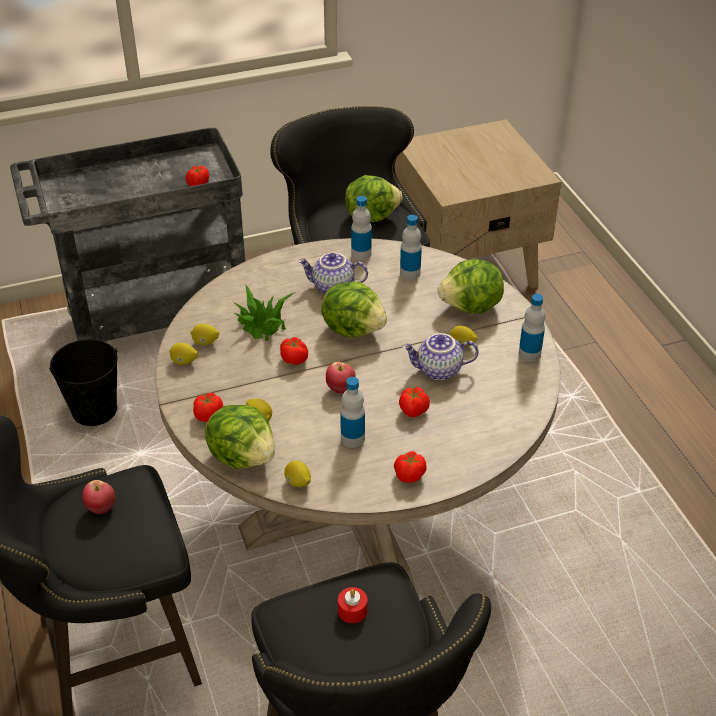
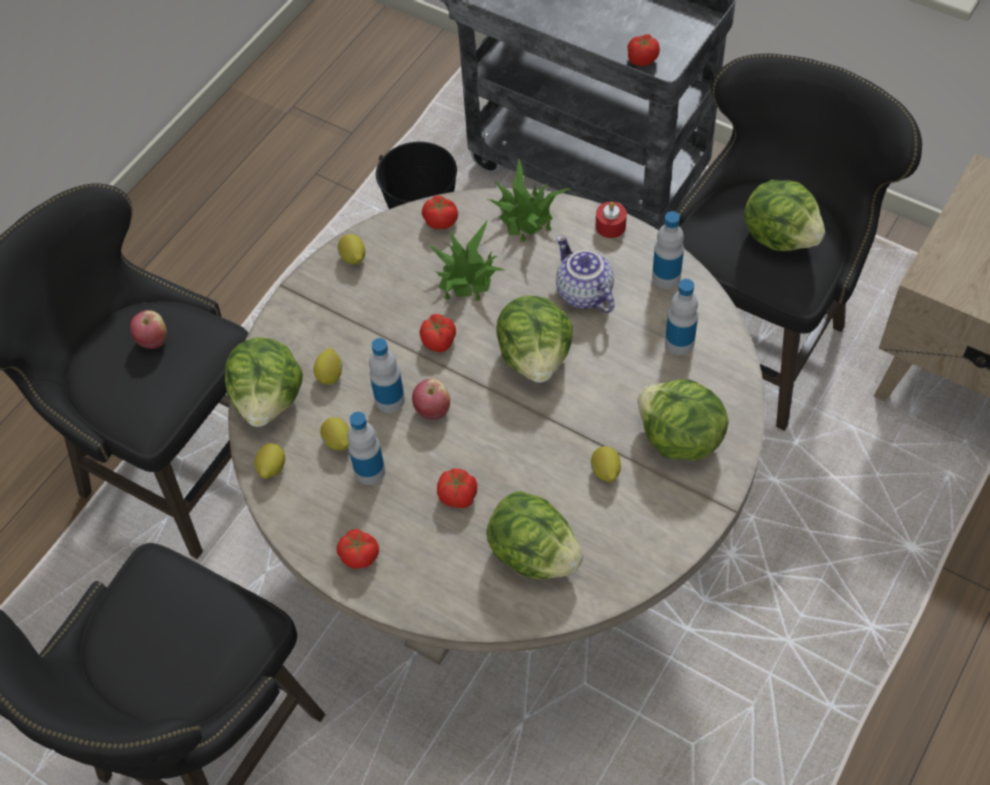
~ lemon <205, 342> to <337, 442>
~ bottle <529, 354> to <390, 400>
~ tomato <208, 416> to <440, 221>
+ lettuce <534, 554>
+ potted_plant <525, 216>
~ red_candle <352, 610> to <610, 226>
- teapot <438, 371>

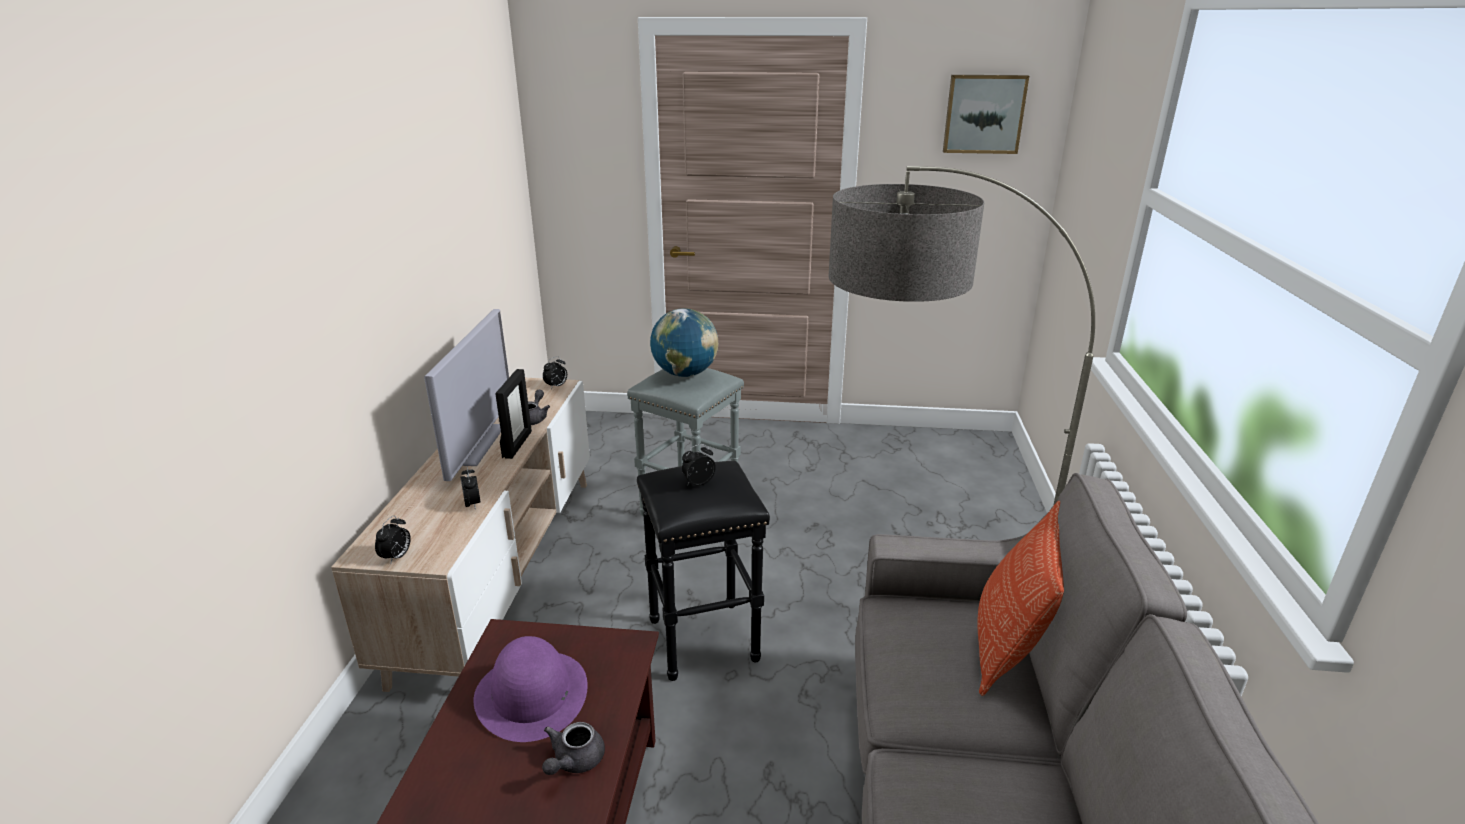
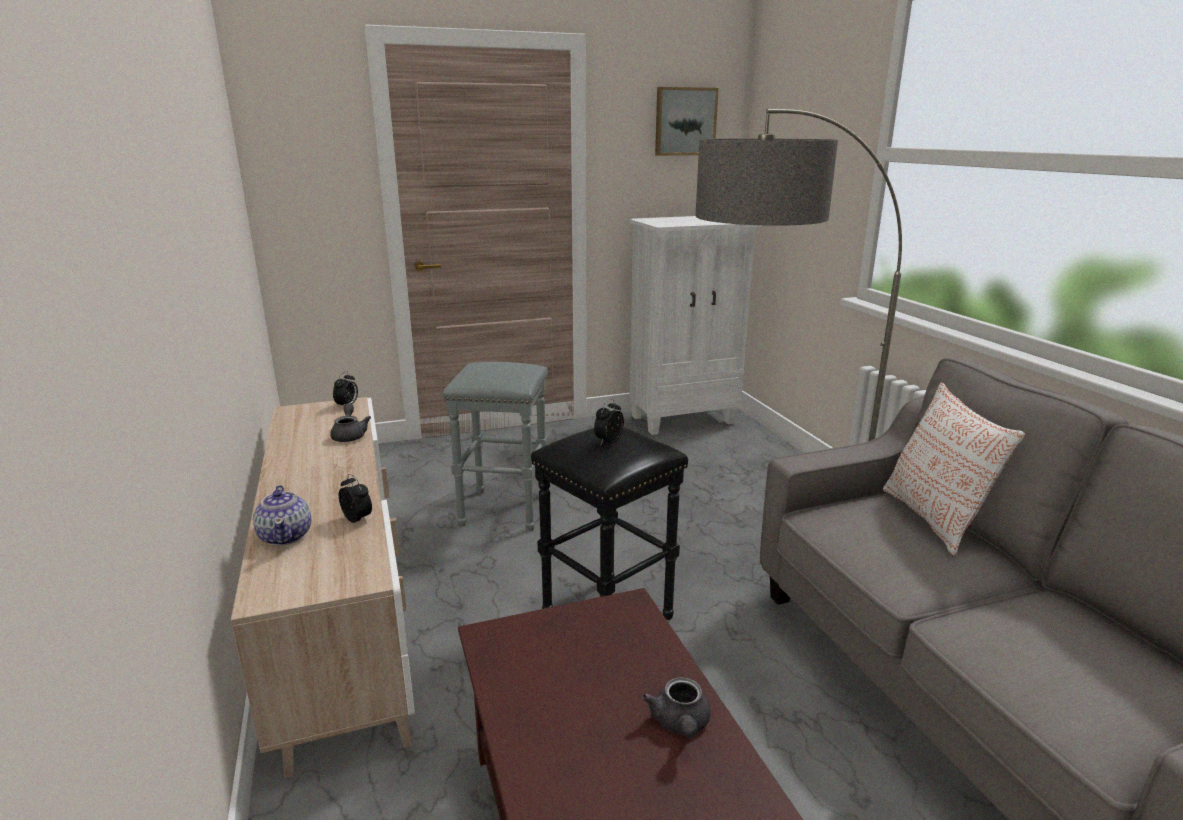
+ teapot <286, 536>
+ white_cabinet <683, 421>
~ orange_pillow <1007, 649> to white_pillow <933, 520>
- alarm_clock <397, 557>
- television <477, 444>
- purple_hat <532, 694>
- picture_frame <517, 444>
- globe <685, 374>

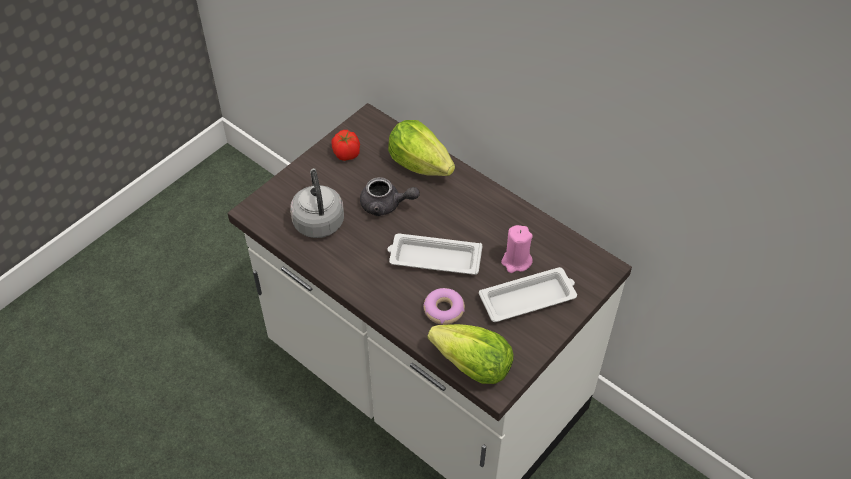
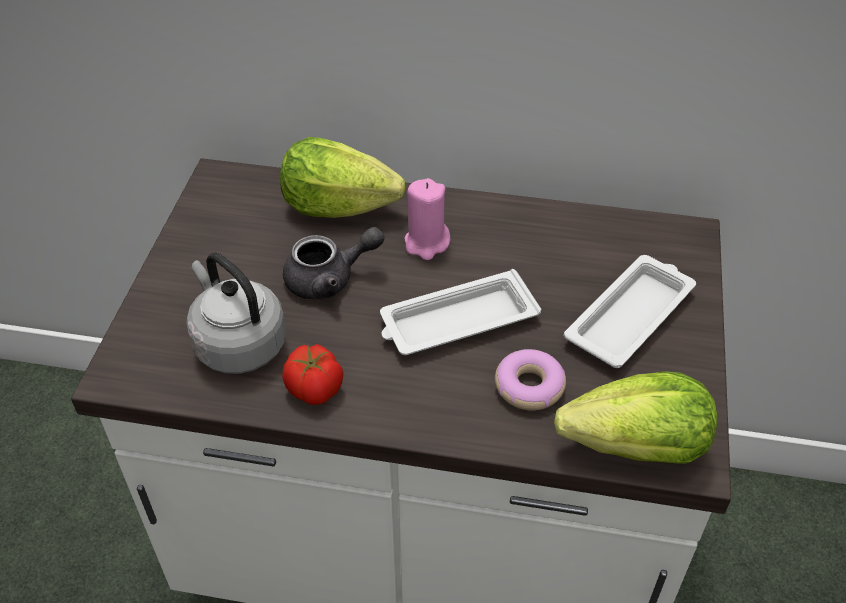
~ tomato <346, 154> to <314, 390>
~ pink_candle <516, 261> to <426, 243>

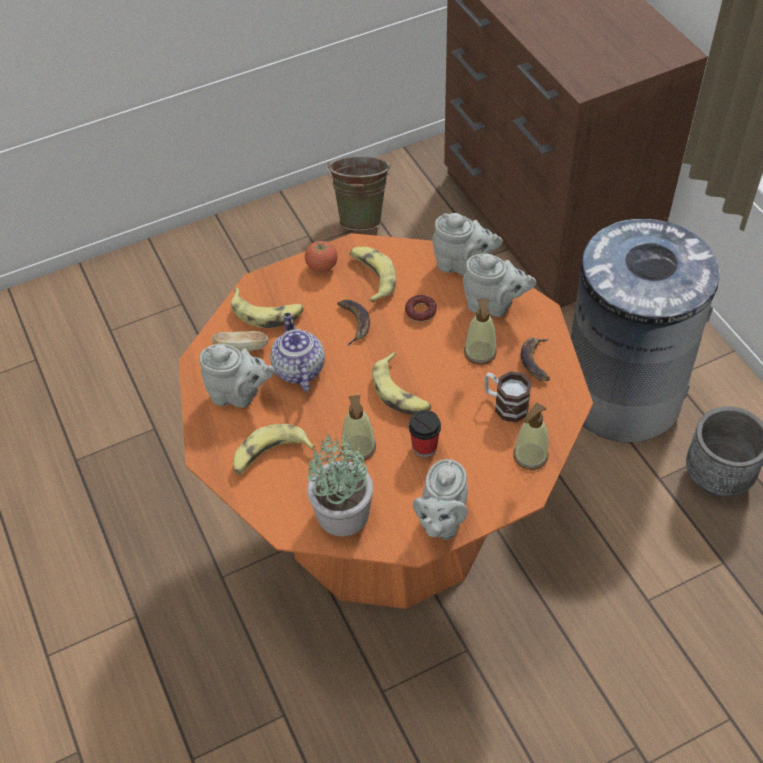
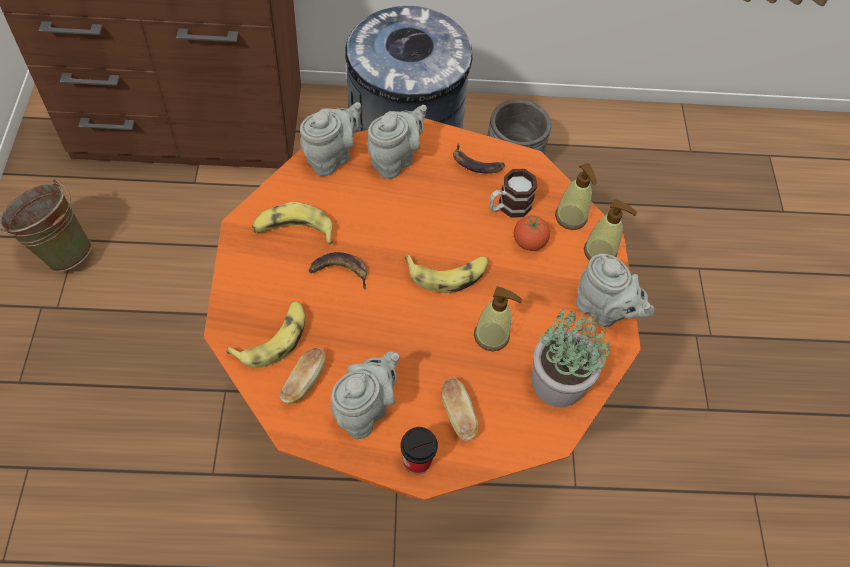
~ cup <424, 446> to <417, 461>
~ banana <270, 455> to bread <458, 414>
~ tomato <322, 266> to <529, 242>
~ soap_dispenser <480, 353> to <600, 252>
- teapot <298, 368>
- donut <421, 311>

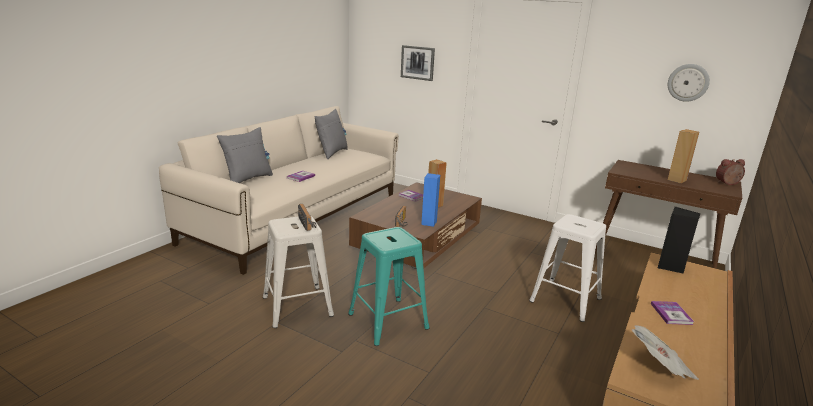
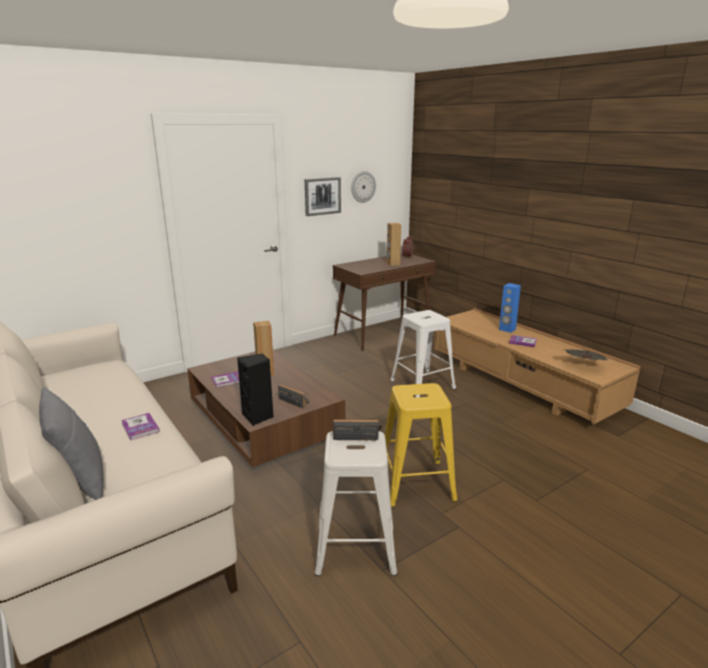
~ black_speaker <671, 267> to <258, 417>
~ picture <417, 62> to <322, 196>
~ turquoise_stool <388, 321> to yellow_stool <416, 483>
~ blue_speaker <428, 223> to <507, 329>
- grey_pillow <332, 153>

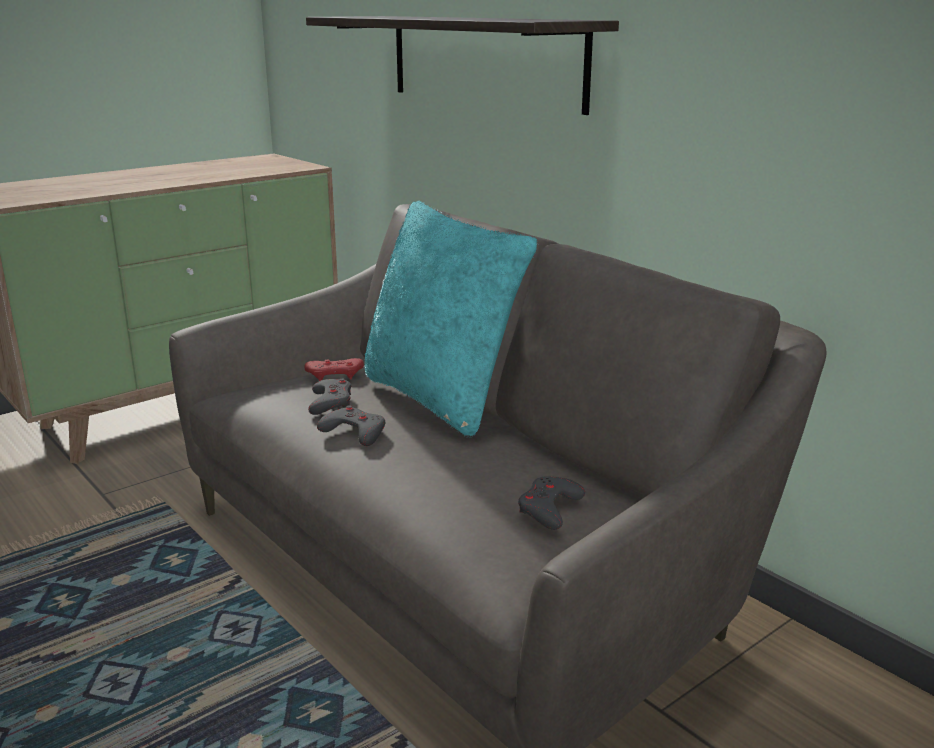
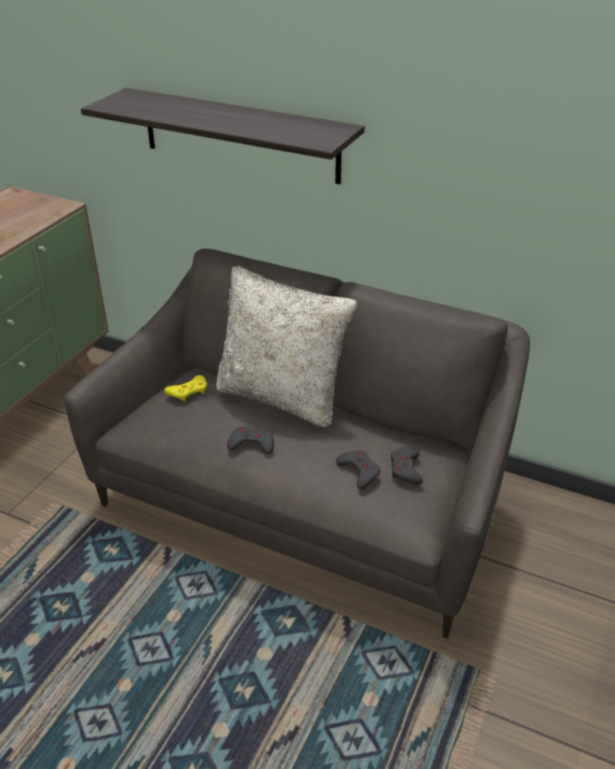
~ red_game_controller <335, 374> to yellow_game_controller <188, 391>
~ turquoise_pillow <440, 404> to beige_pillow <281, 401>
~ grey_game_controller <330, 402> to <359, 471>

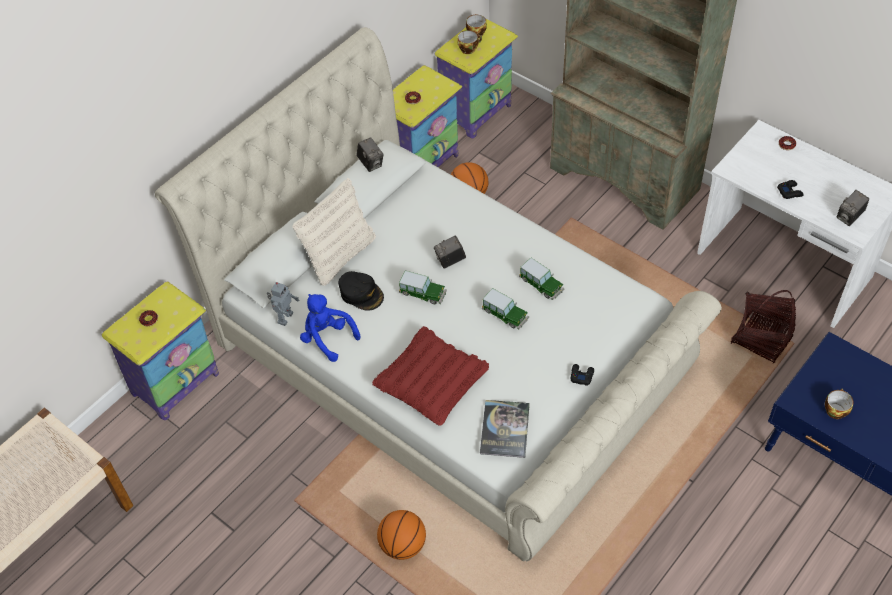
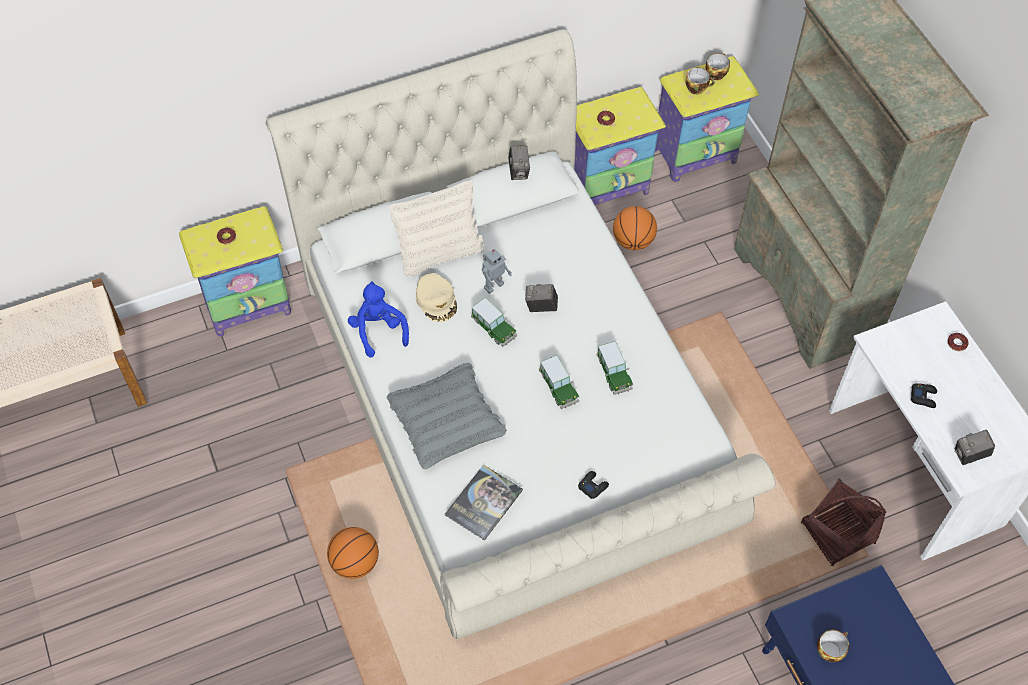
~ red_pillow <432, 382> to grey_pillow <447, 421>
~ black_cap <361, 293> to beige_cap <437, 300>
~ toy_robot <284, 317> to <493, 285>

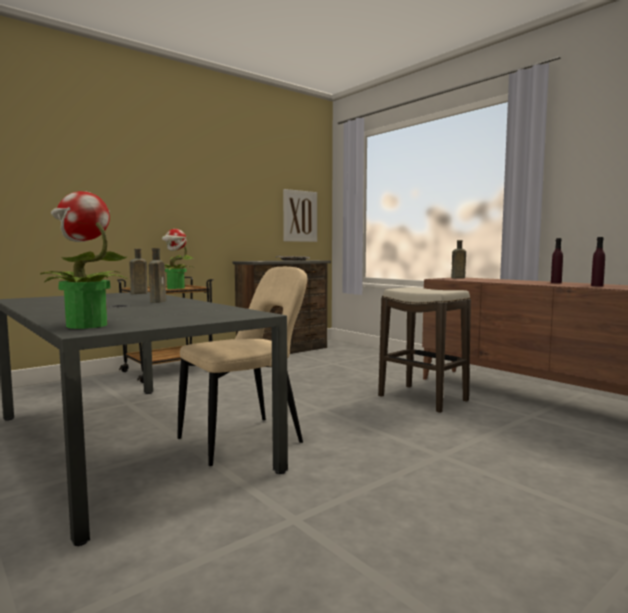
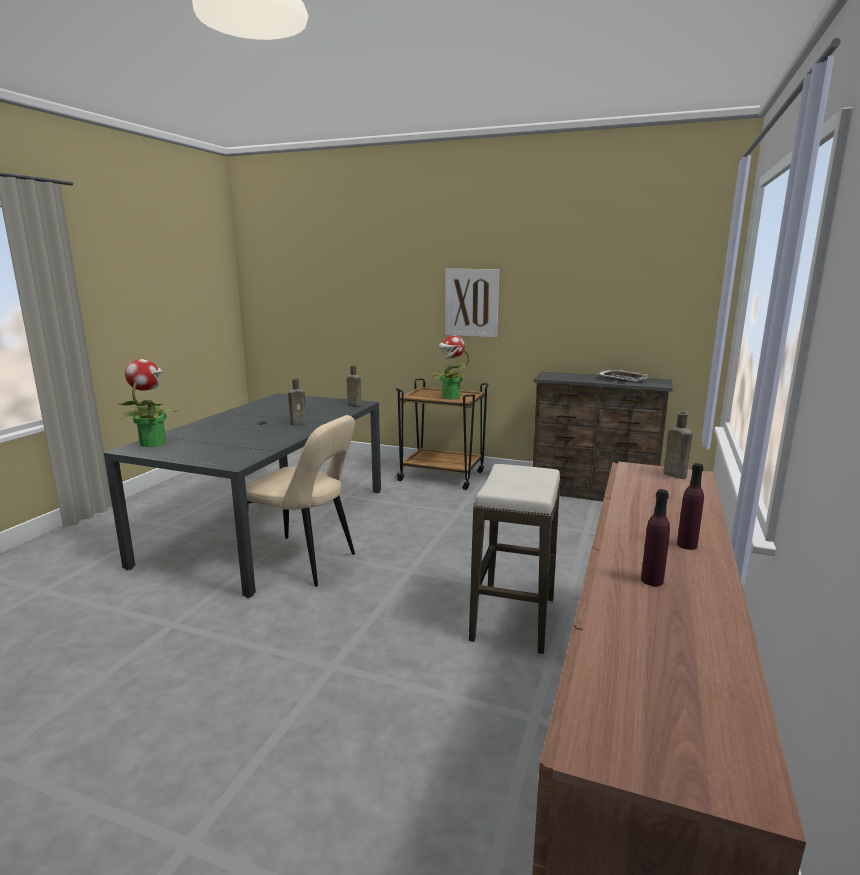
~ picture <300, 216> to <471, 303>

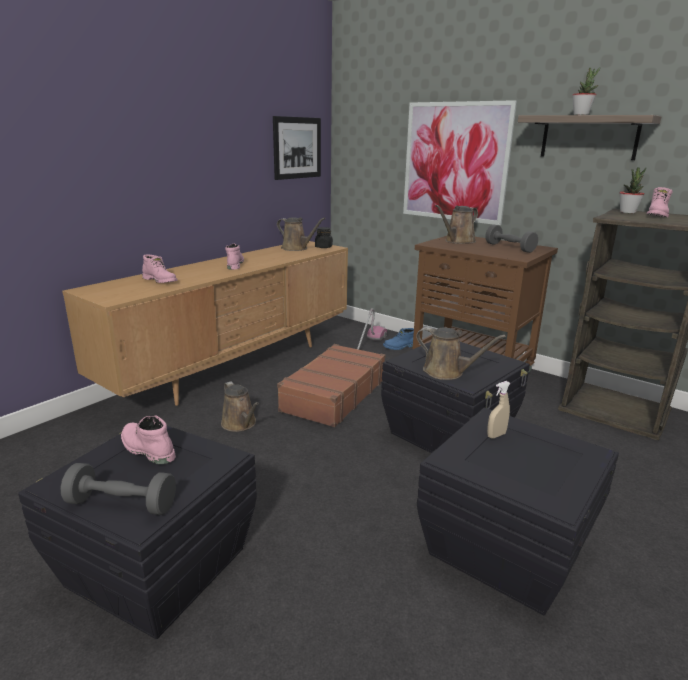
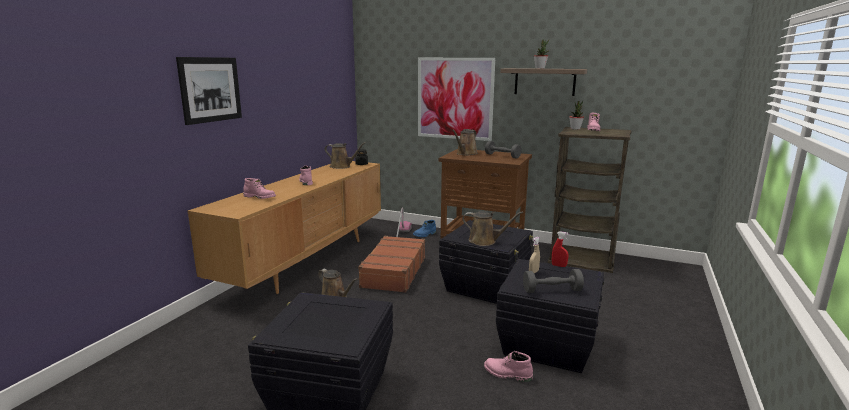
~ picture <297, 148> to <210, 89>
~ pink_boot <146, 449> to <507, 374>
~ grey_dumbbell <122, 504> to <552, 290>
+ red_spray_bottle <559, 266>

